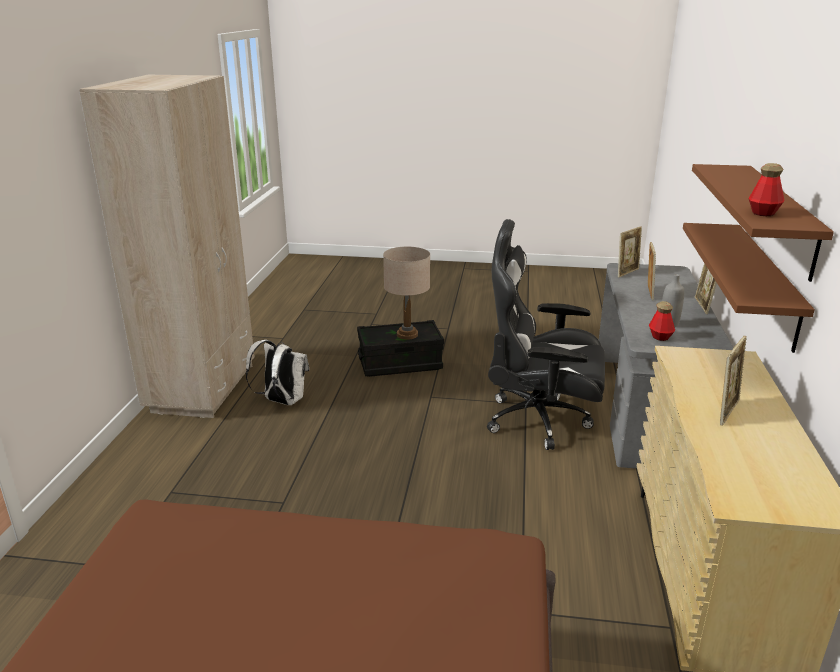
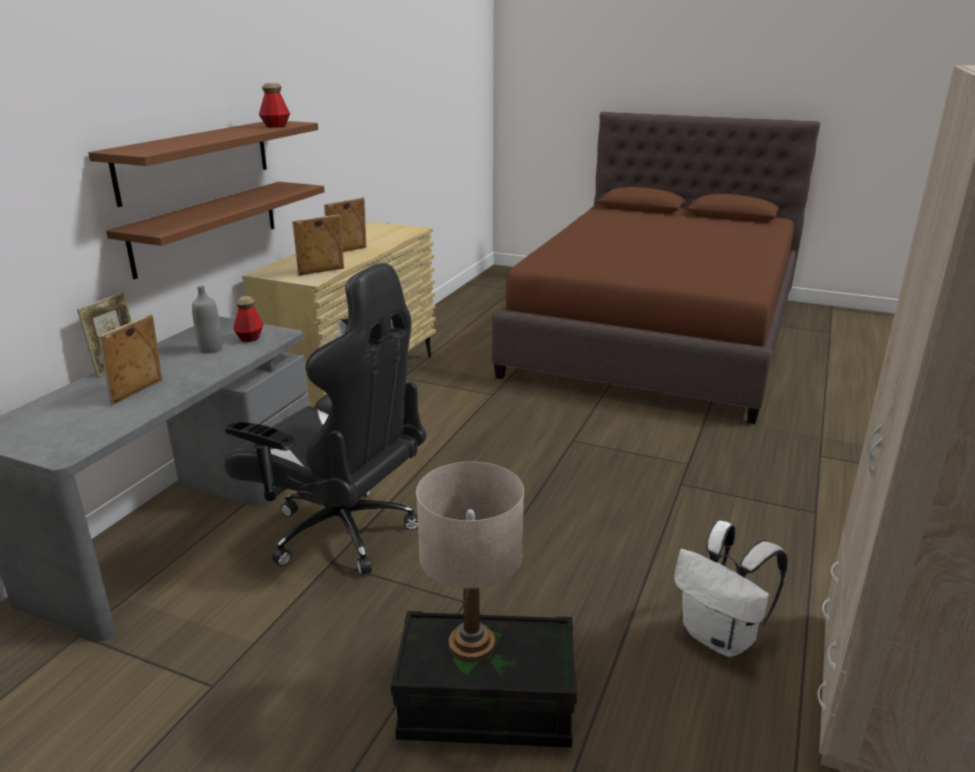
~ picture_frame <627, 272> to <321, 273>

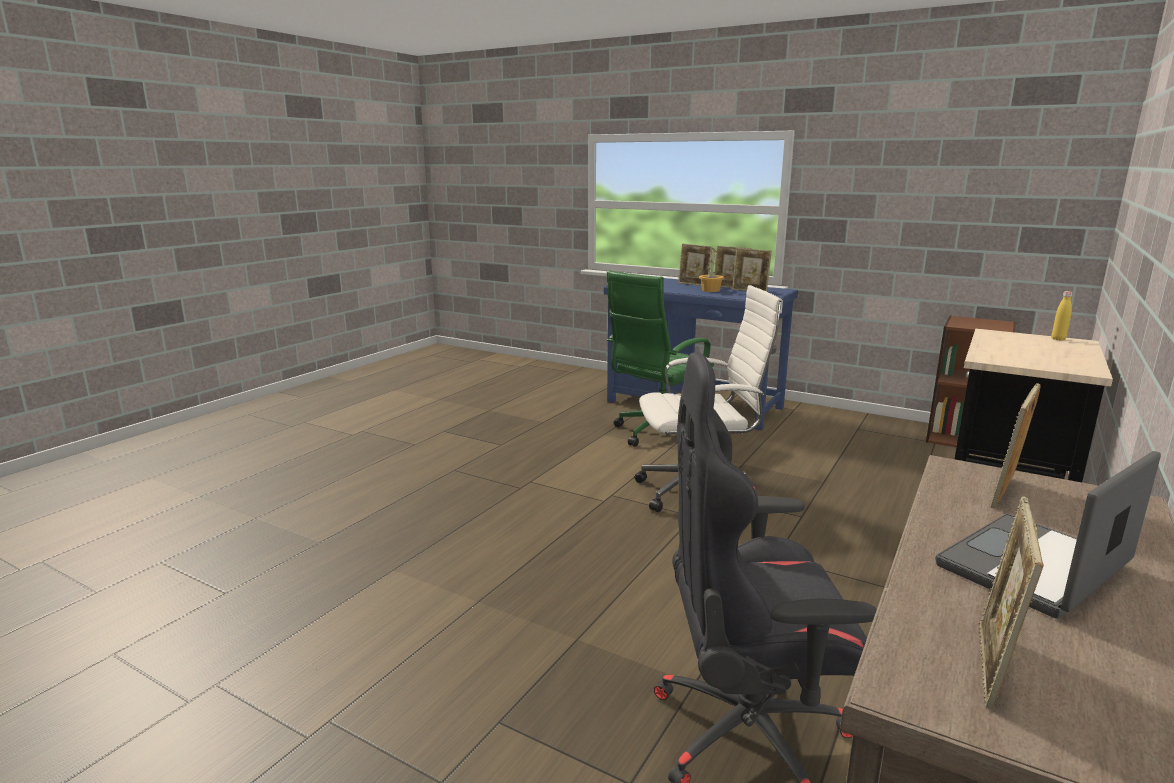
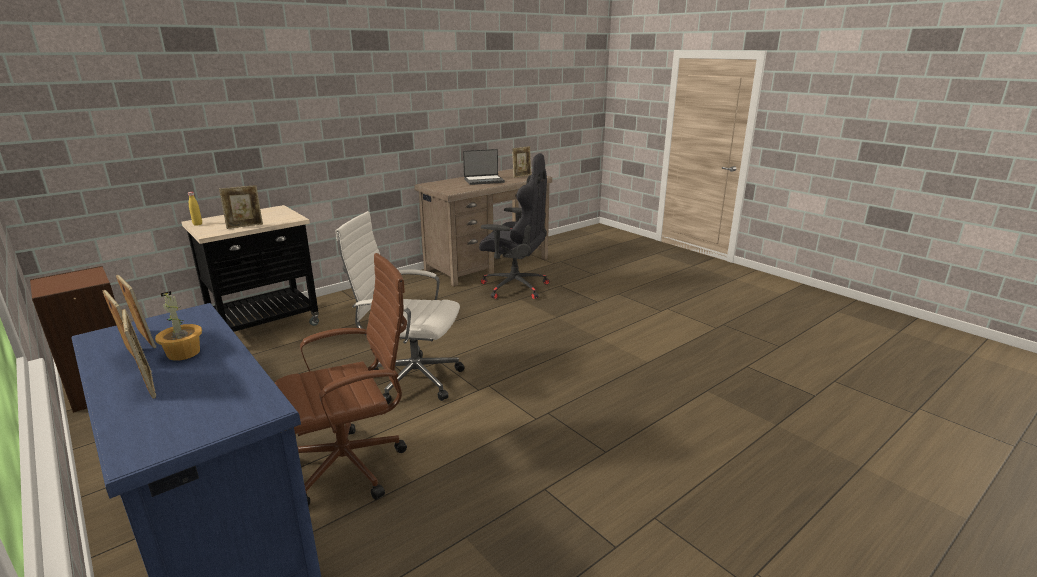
~ picture_frame <1005, 493> to <245, 226>
~ green_office_chair <657, 434> to brown_office_chair <353, 465>

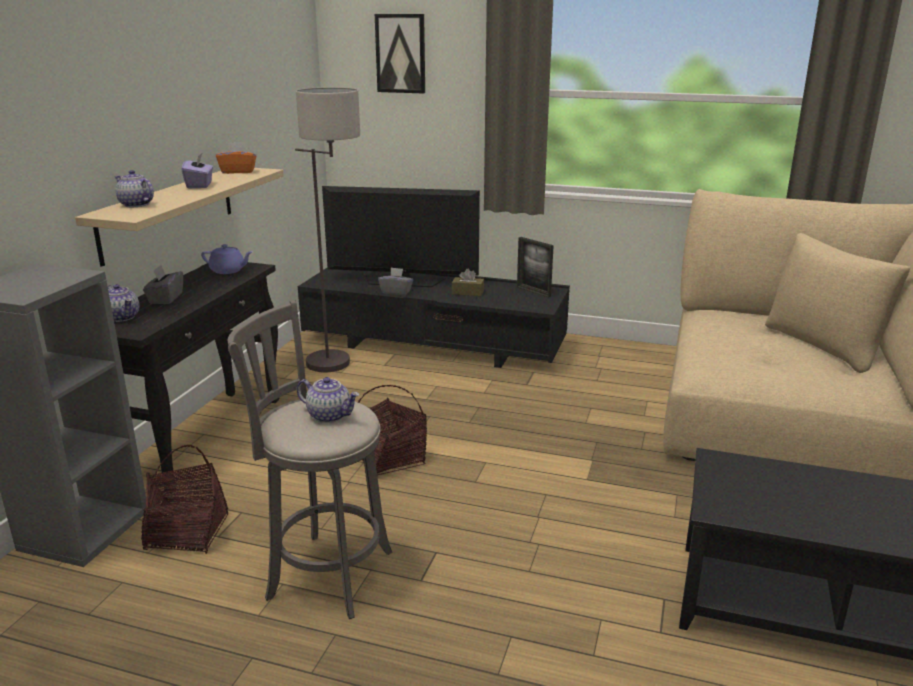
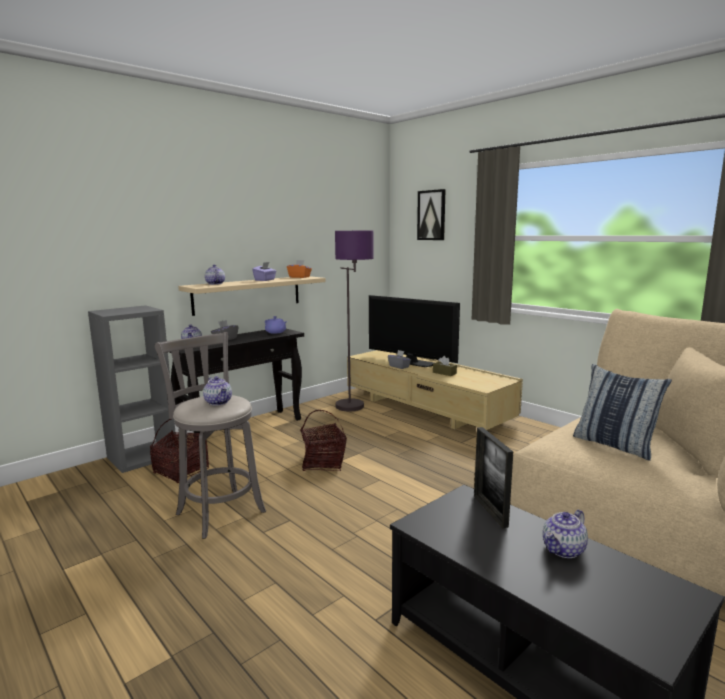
~ grey_floor_lamp <338, 366> to purple_floor_lamp <354, 409>
~ black_tv_stand <435, 343> to beige_tv_stand <427, 408>
~ picture_frame <533, 291> to <490, 511>
+ teapot <564, 550>
+ pillow <614, 445>

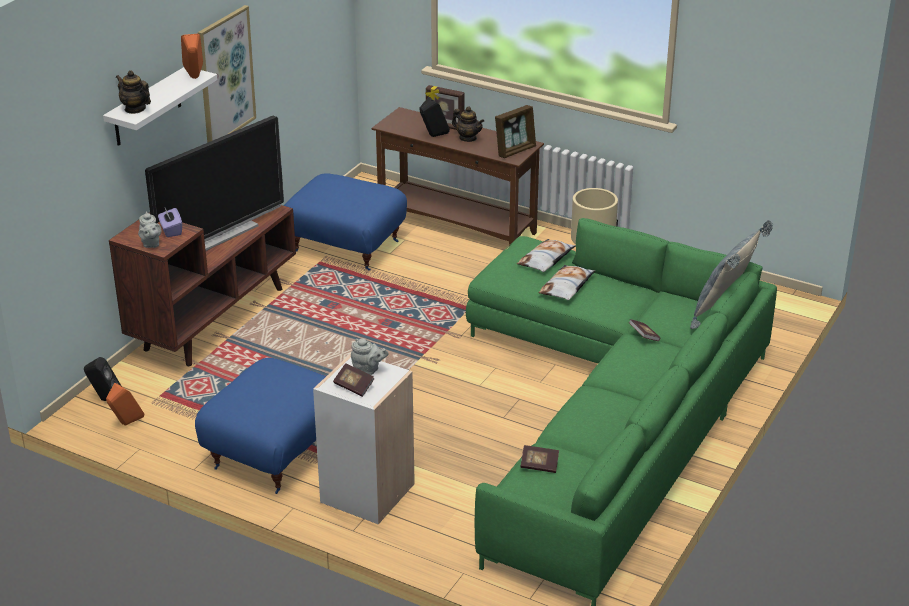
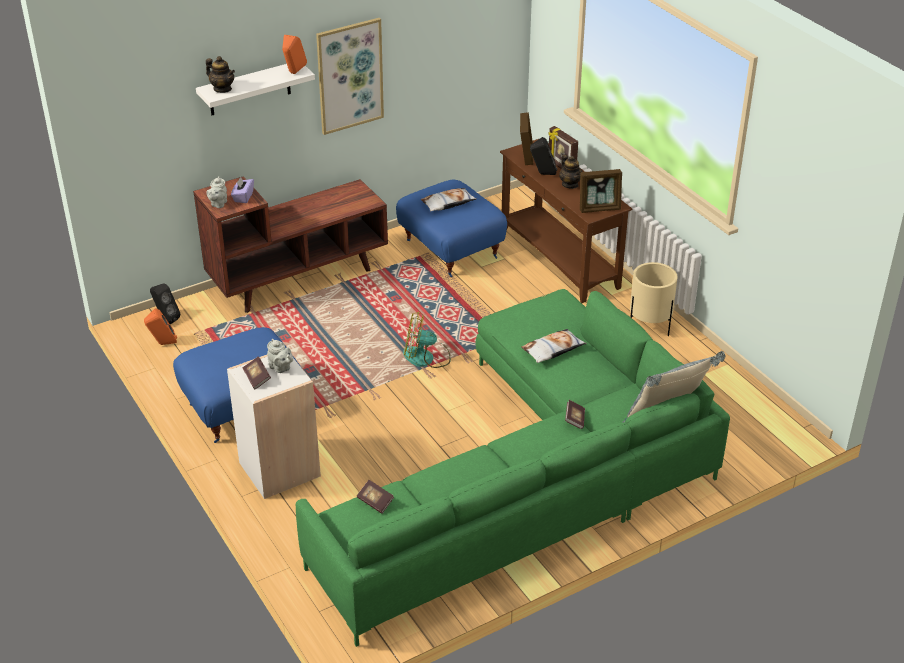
~ teapot <135, 109> = <222, 89> 150 degrees clockwise
+ fan <426, 358>
~ pillow <546, 260> to <448, 203>
+ picture_frame <526, 155>
- television <219, 236>

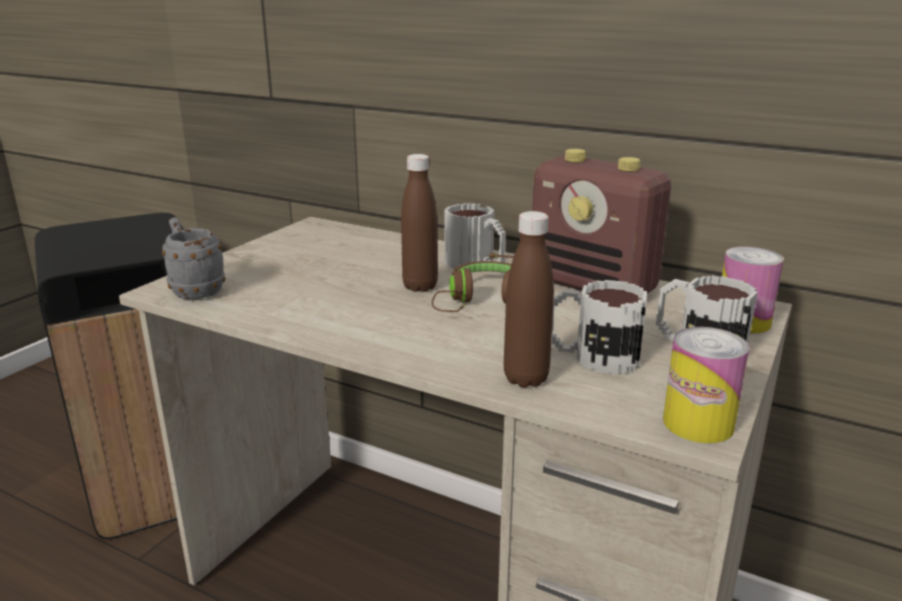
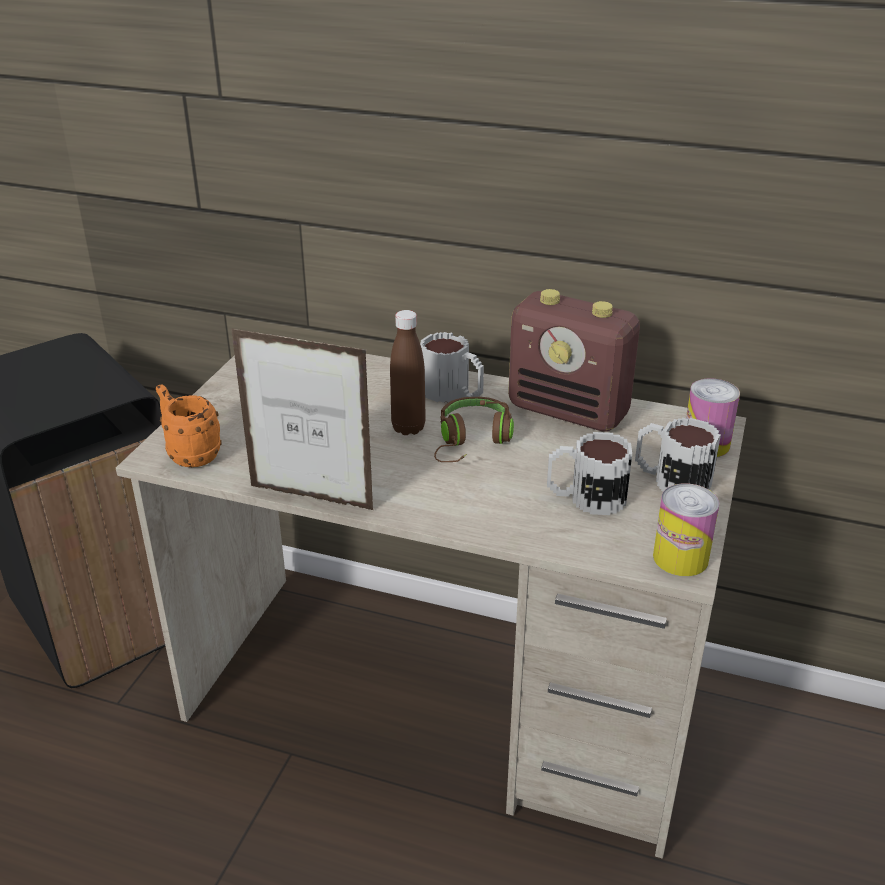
~ grey_mug <194, 290> to orange_mug <189, 453>
+ picture_frame <311, 498>
- brown_bottle <526, 378>

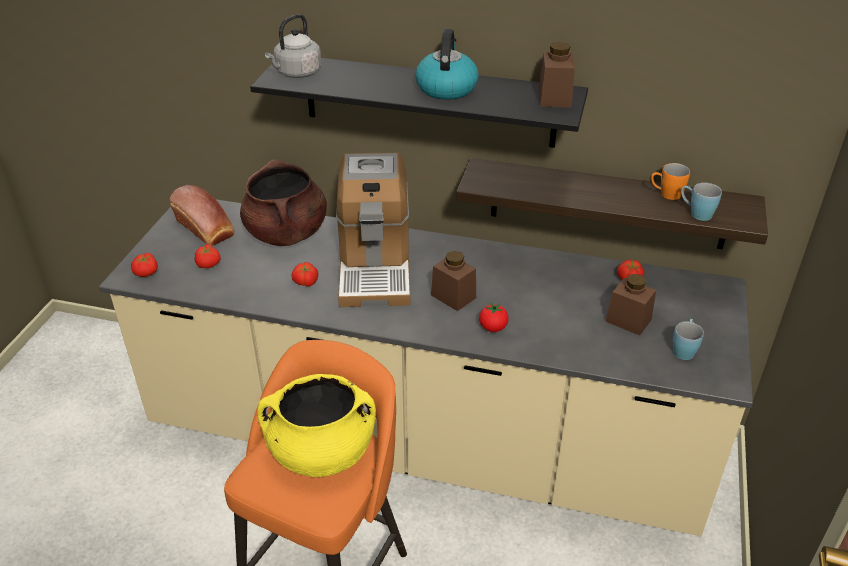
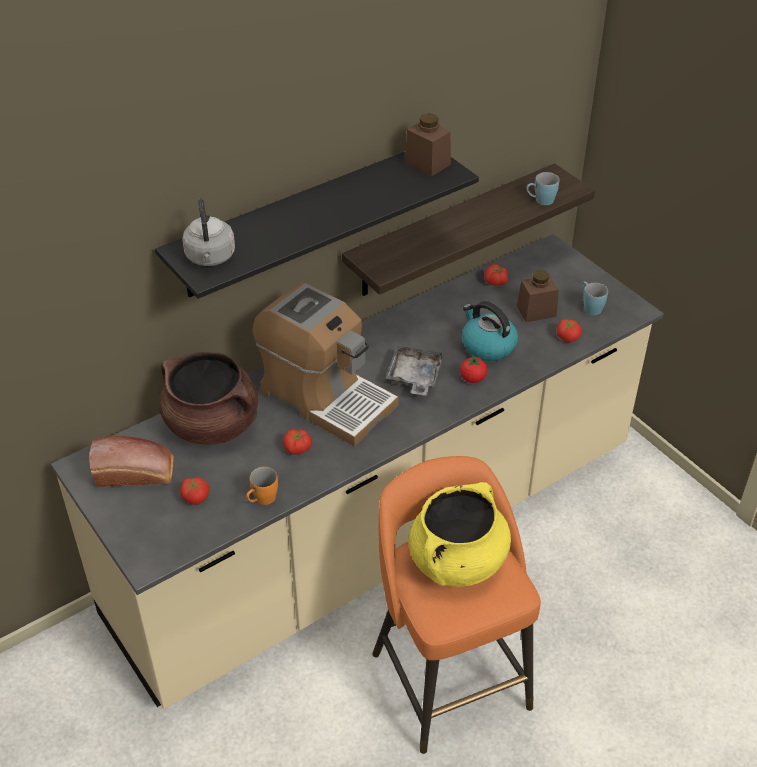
~ orange_mug <666, 194> to <261, 500>
~ brown_jar <453, 296> to grey_tray <414, 377>
~ kettle <446, 88> to <487, 346>
~ tomato <147, 272> to <568, 336>

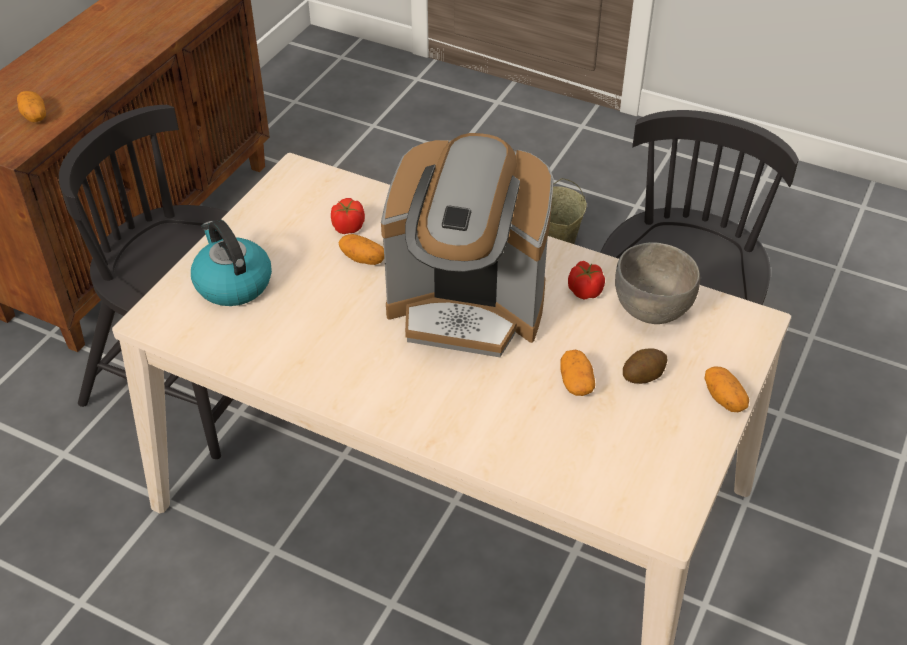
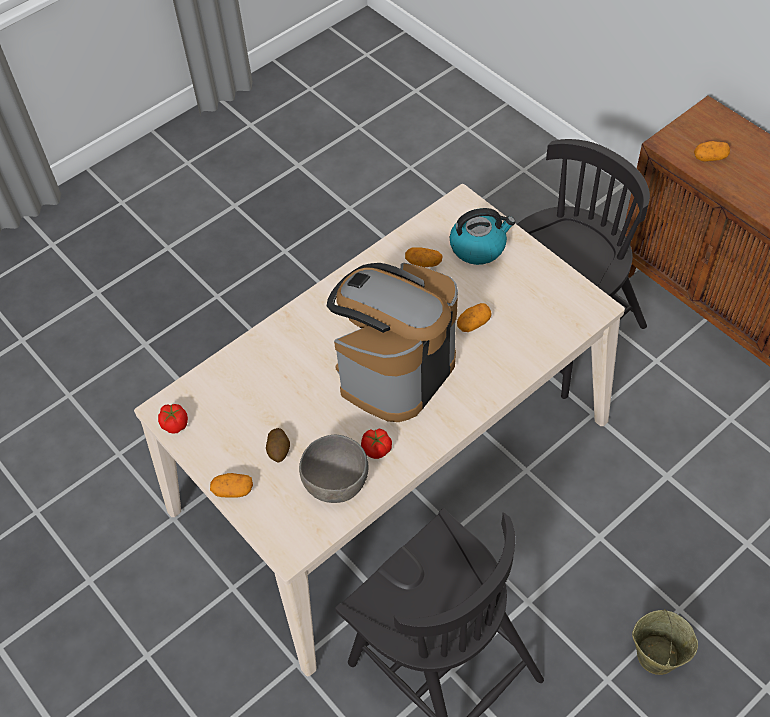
~ tomato <348, 227> to <175, 424>
~ potato <576, 382> to <423, 263>

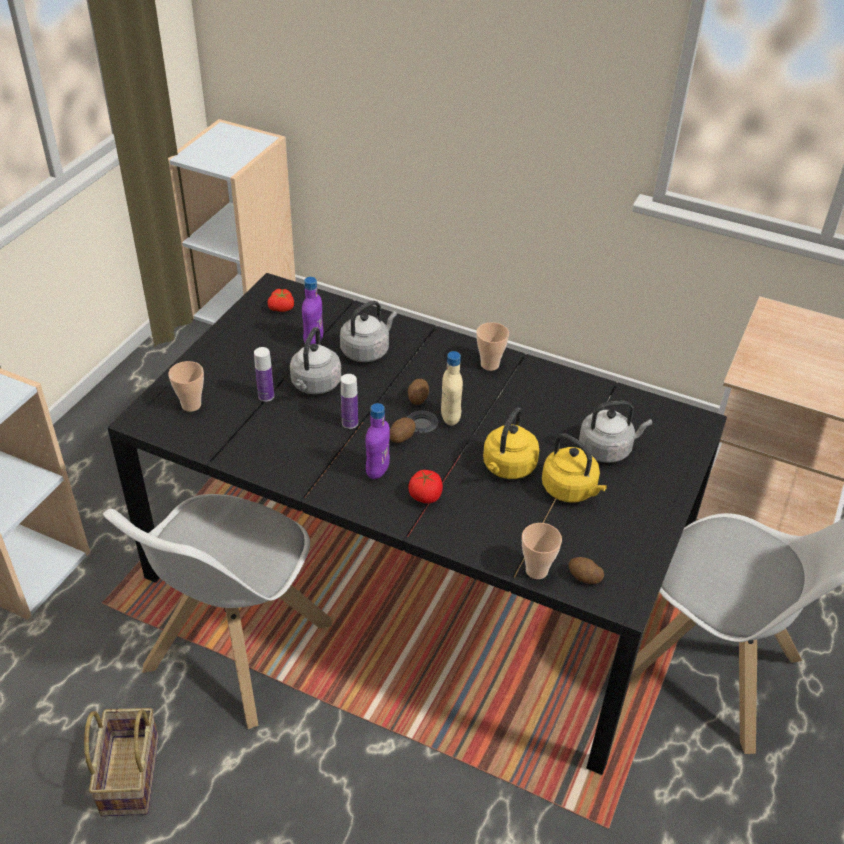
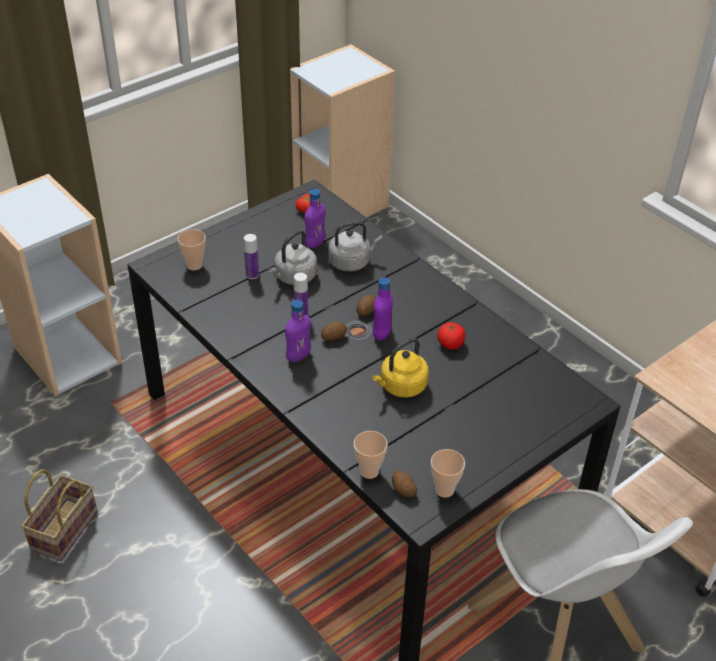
~ beige_bottle <450, 417> to purple_bottle <382, 334>
~ cup <490, 365> to <444, 490>
~ tomato <425, 496> to <450, 344>
- chair <235, 650>
- yellow_kettle <571, 490>
- grey_kettle <607, 449>

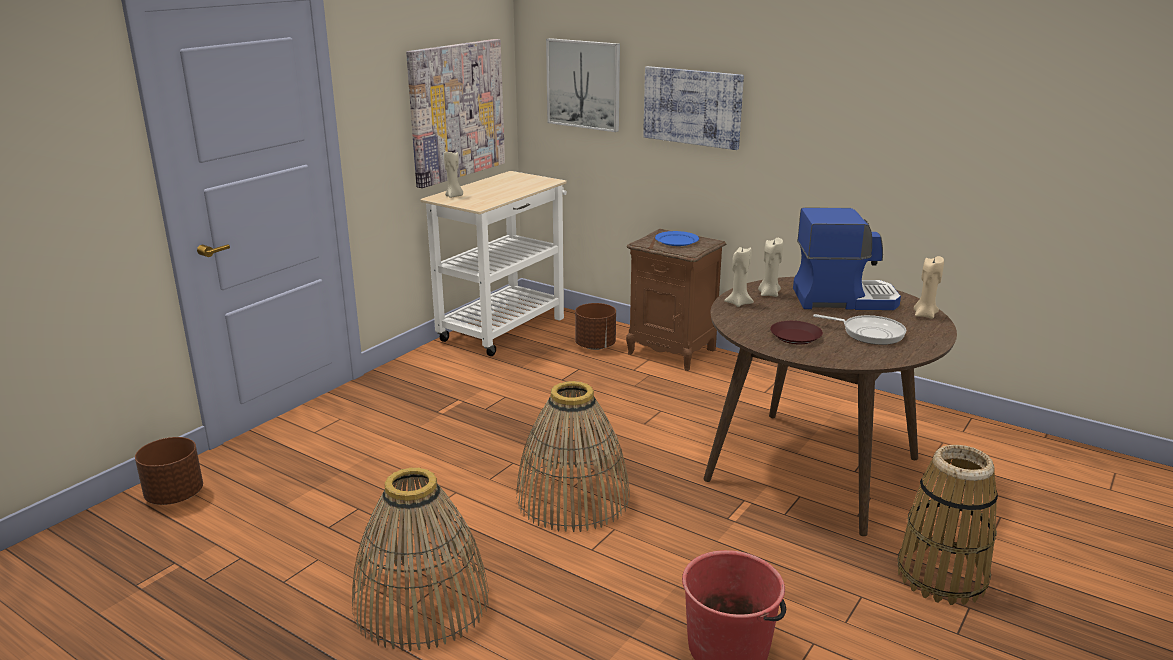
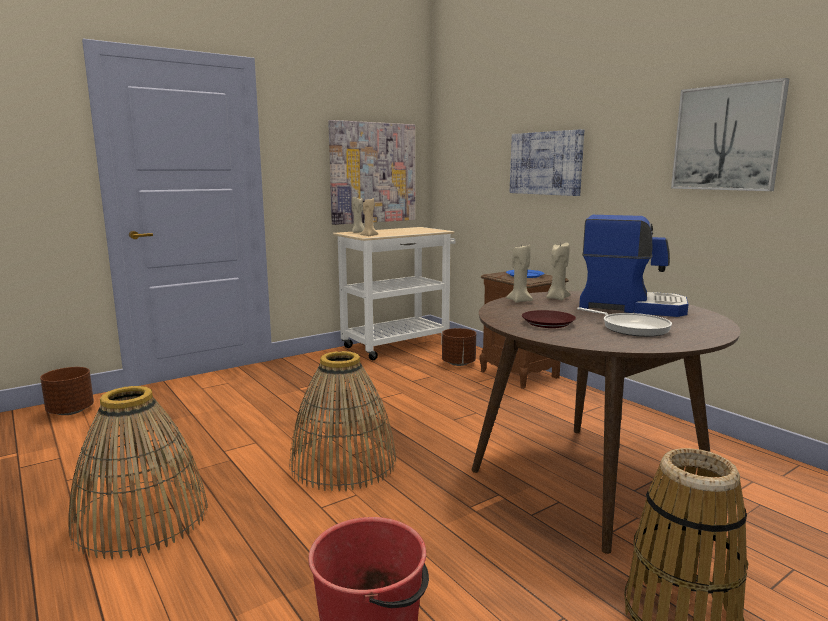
~ beige_candle <924, 315> to <369, 236>
~ picture <584, 84> to <727, 138>

